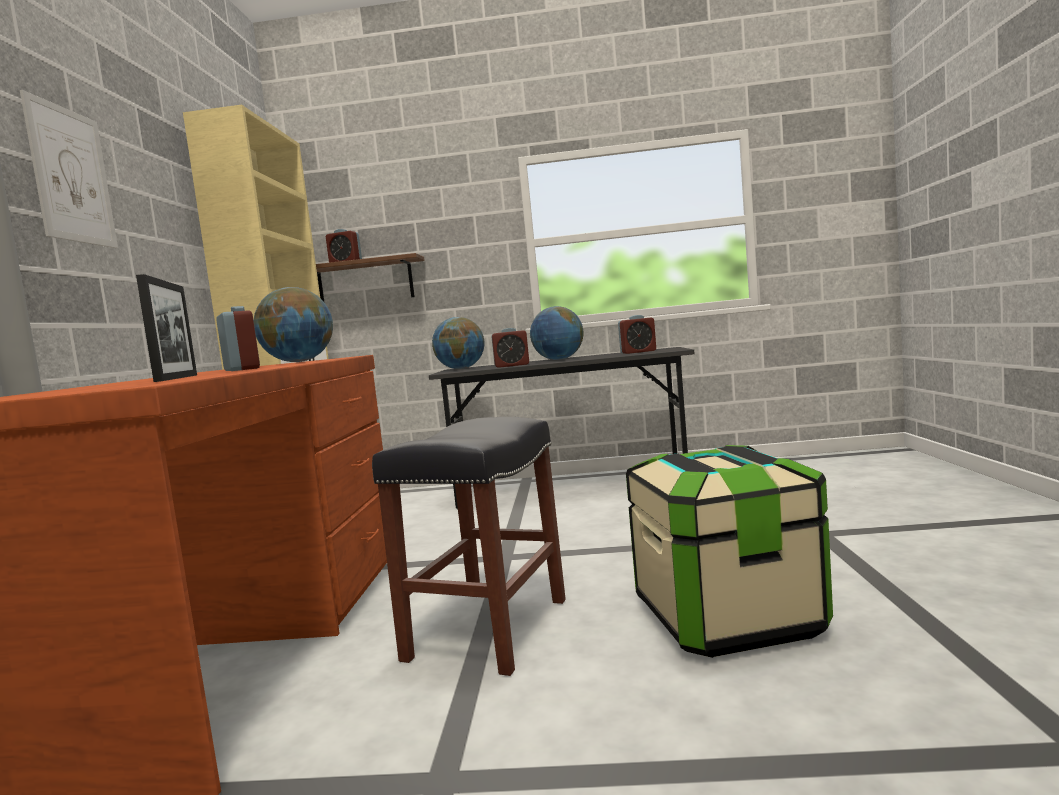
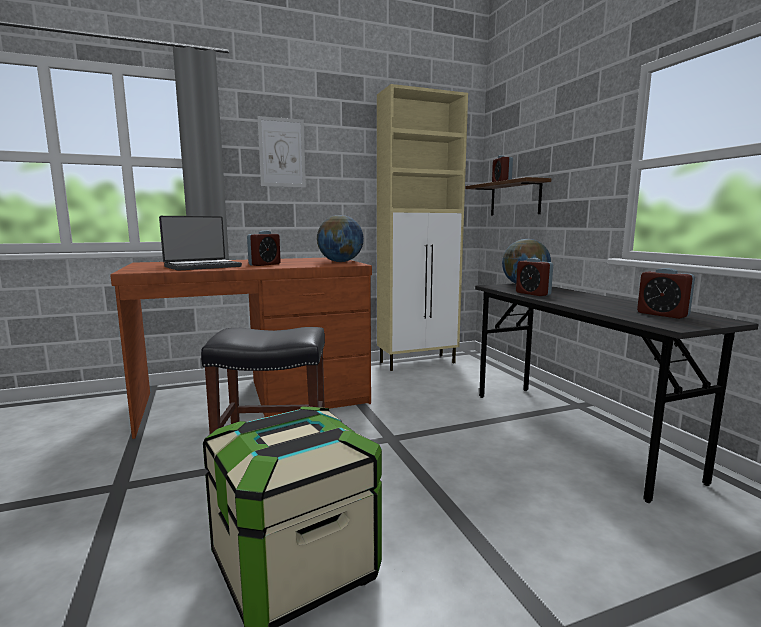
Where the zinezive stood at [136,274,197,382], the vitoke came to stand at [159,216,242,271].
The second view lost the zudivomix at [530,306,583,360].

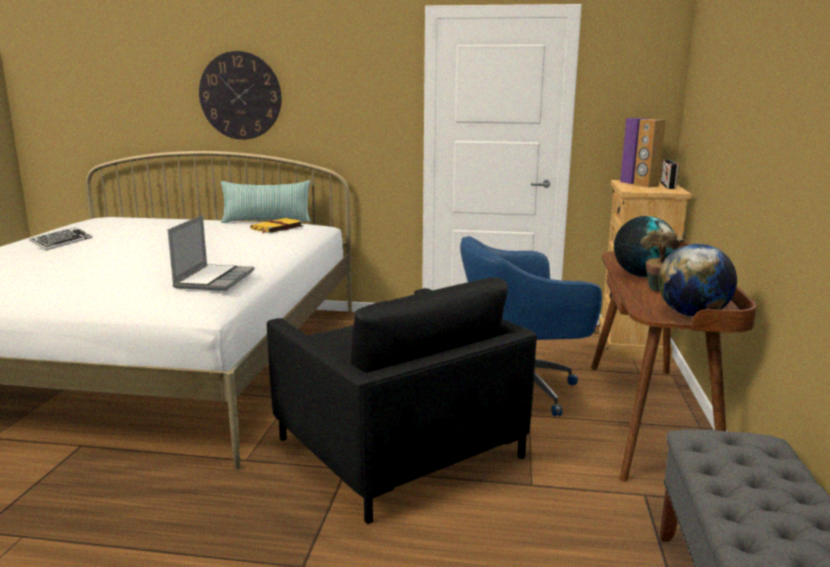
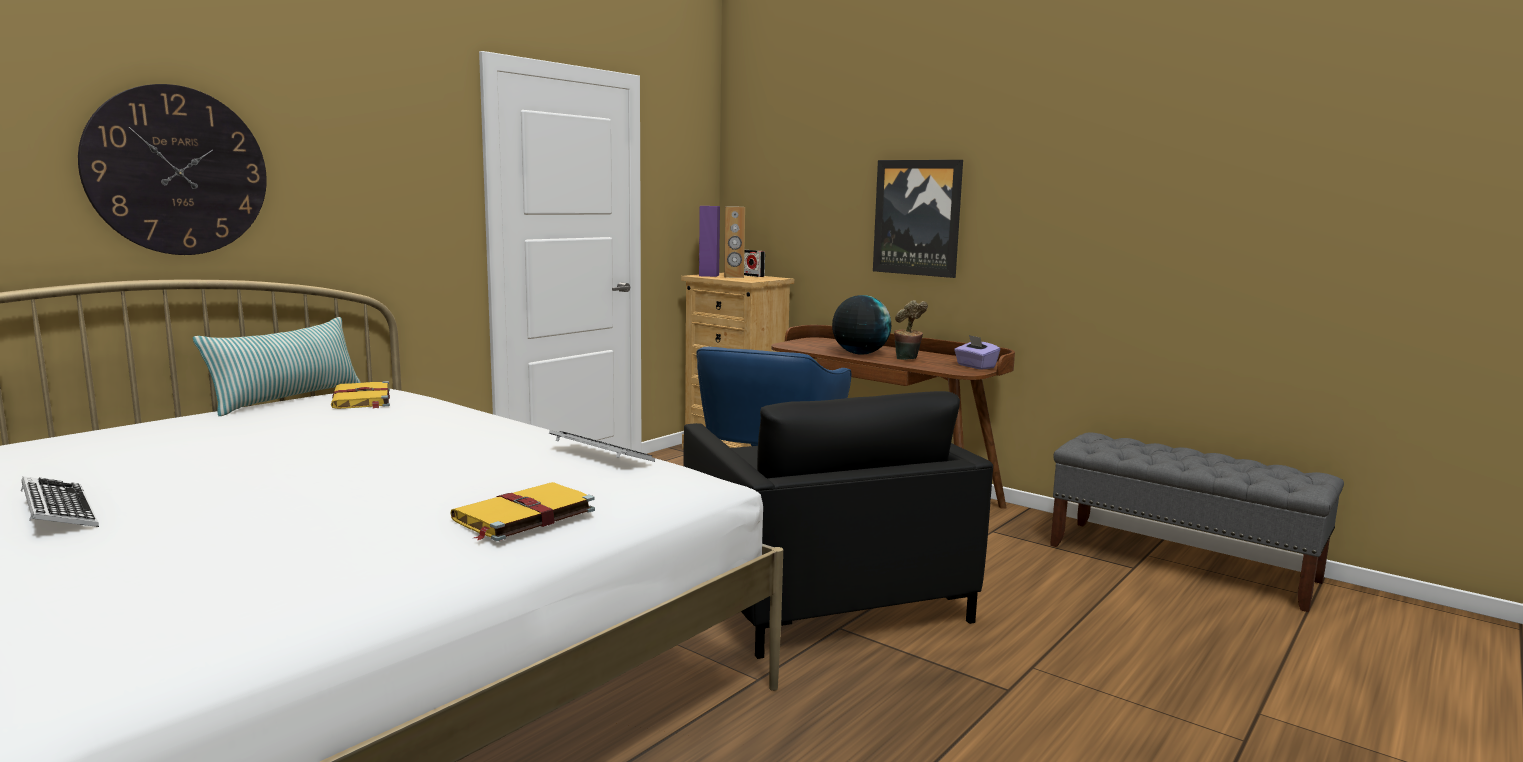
Where the vitoke stood at [167,215,254,291], the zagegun came to stand at [549,430,655,462].
Where the zudivomix stood at [658,244,737,317], the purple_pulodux came to stand at [954,335,1000,370].
The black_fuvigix at [267,277,537,524] ended up facing another way, 75 degrees clockwise from before.
The second view gained the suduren at [873,160,963,278].
The second view gained the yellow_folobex at [450,482,595,541].

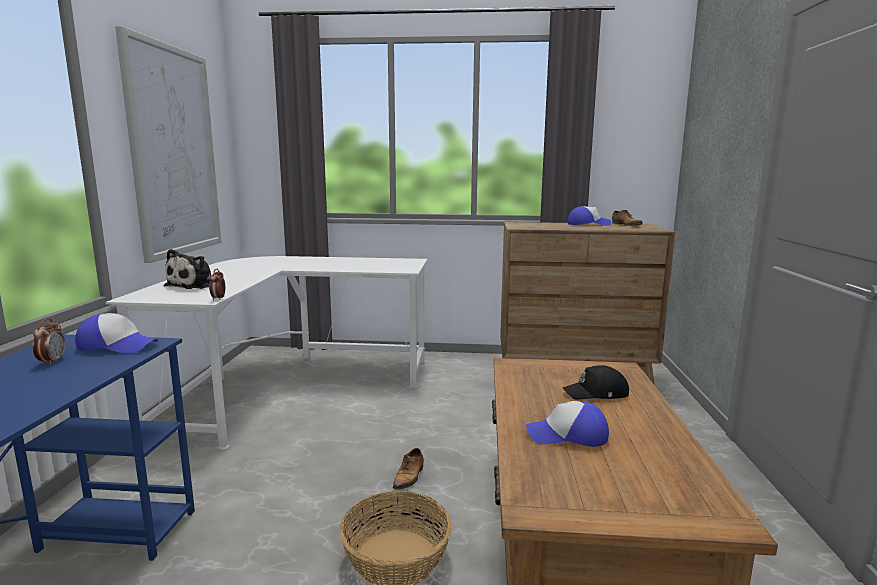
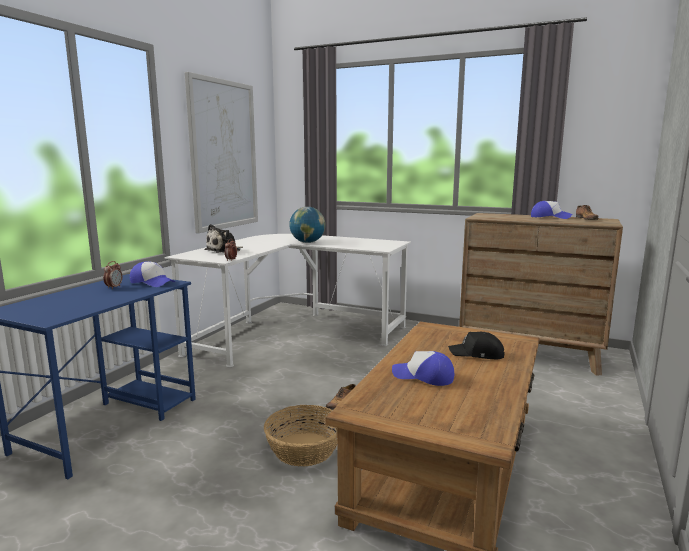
The second view gained the zudivomix at [289,207,326,243].

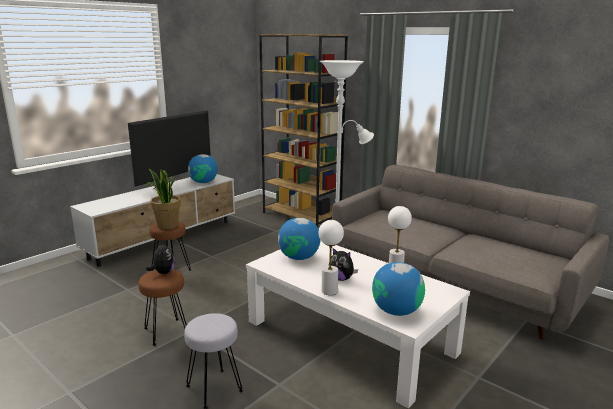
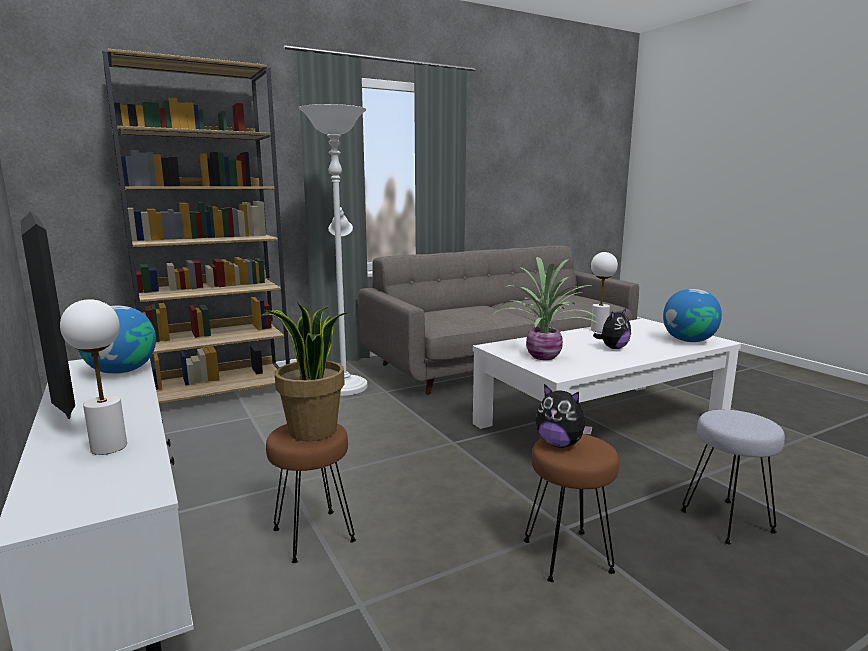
Where the zudivomix stood at [278,218,320,260], the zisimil came to stand at [492,257,600,360].
The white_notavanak ended up elsewhere, having gone from [319,220,344,295] to [60,299,127,455].
The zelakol at [146,242,175,274] ended up facing another way, 150 degrees counterclockwise from before.

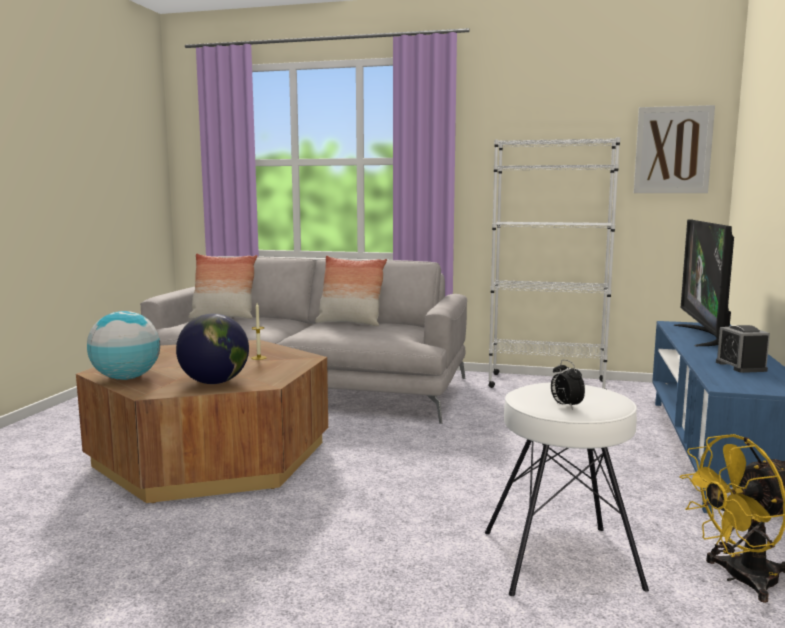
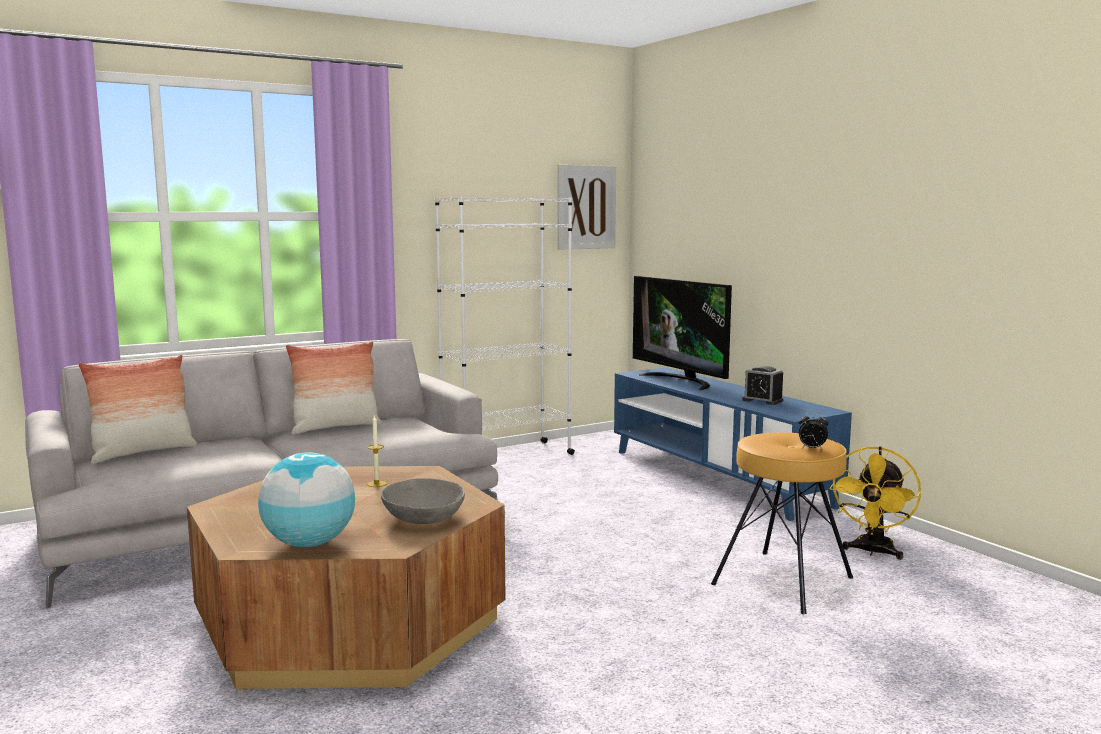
Where the zudivomix stood at [176,314,249,384], the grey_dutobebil came to stand at [381,478,465,524].
What was the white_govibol at [485,383,649,596] turned into the brown_govibol at [711,432,853,614].

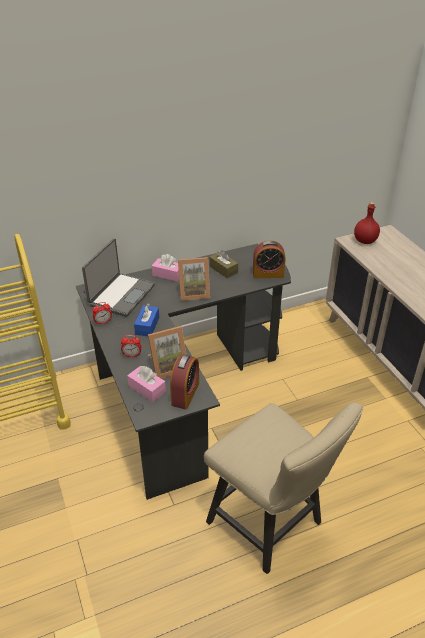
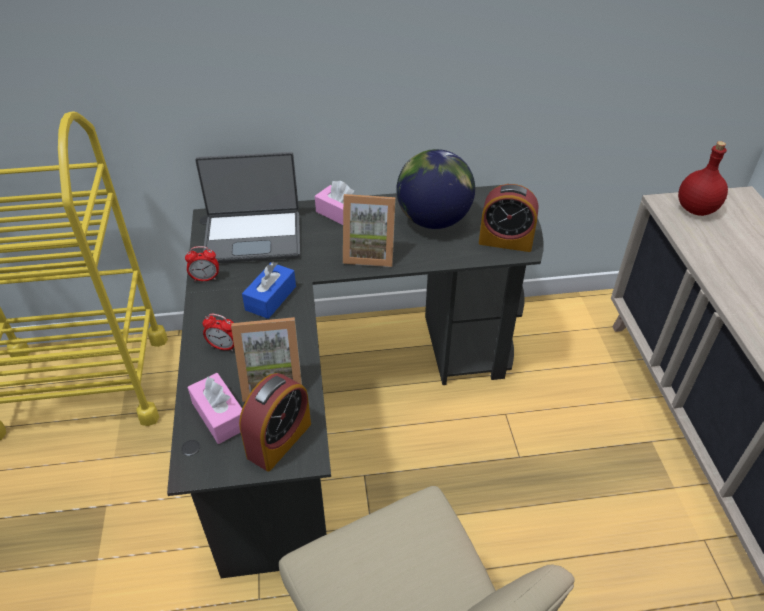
The vitoke at [82,238,155,317] ended up facing another way, 45 degrees clockwise from before.
Where the brown_pulodux stood at [209,250,238,278], the zudivomix came to stand at [396,149,475,229].

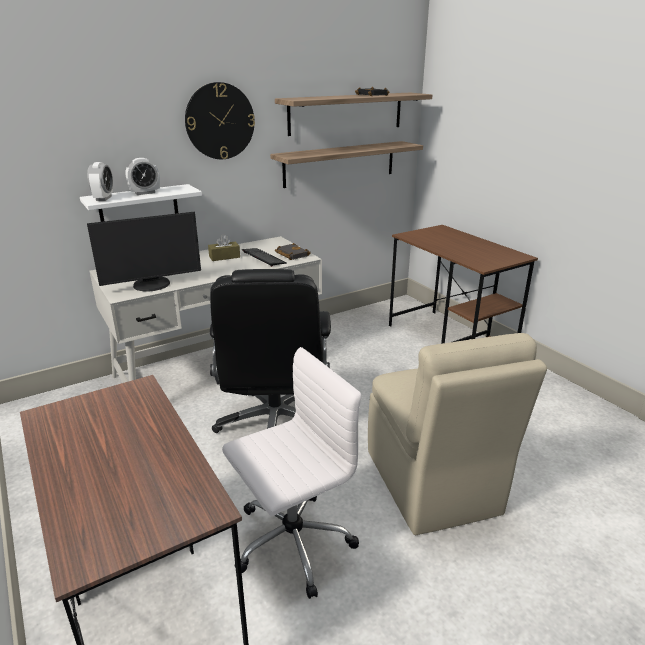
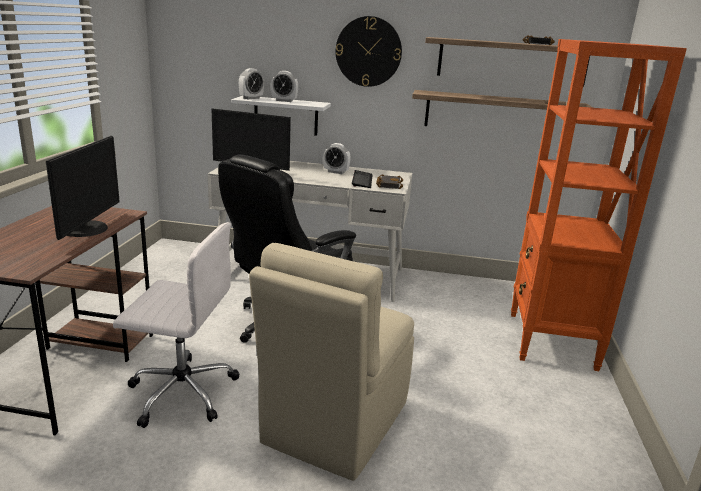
Where the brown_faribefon stood at [389,225,538,344], the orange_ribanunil came to stand at [511,39,687,371].
Where the brown_pulodux stood at [208,234,240,261], the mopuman came to stand at [323,143,350,174].
The second view gained the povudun at [46,136,120,240].

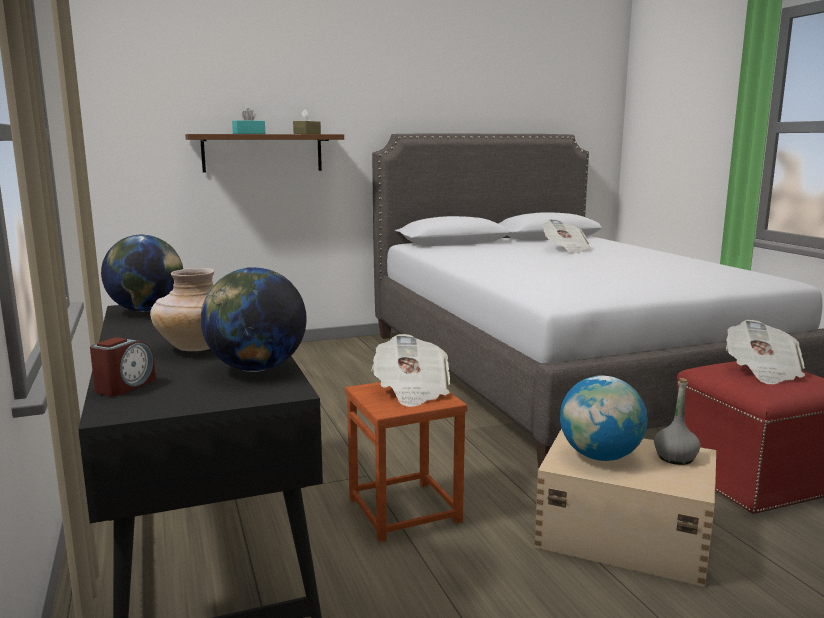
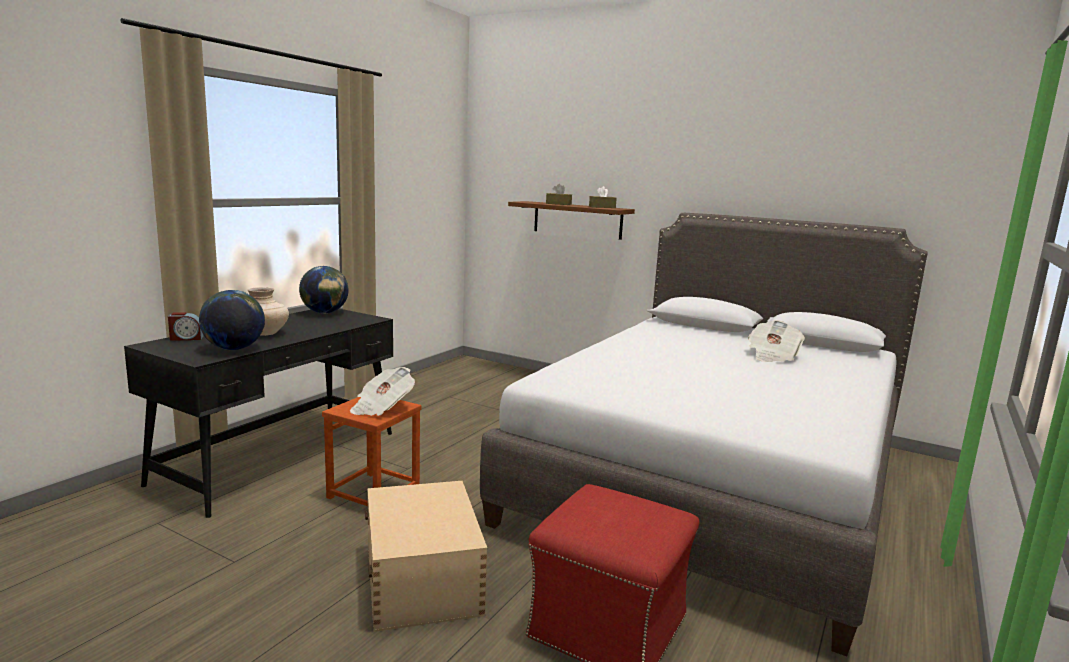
What was the turquoise_pulodux at [232,108,265,134] turned into the brown_pulodux at [546,184,572,205].
The second view lost the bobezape at [726,320,805,384].
The second view lost the zudivomix at [560,376,648,461].
The second view lost the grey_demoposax at [654,378,701,465].

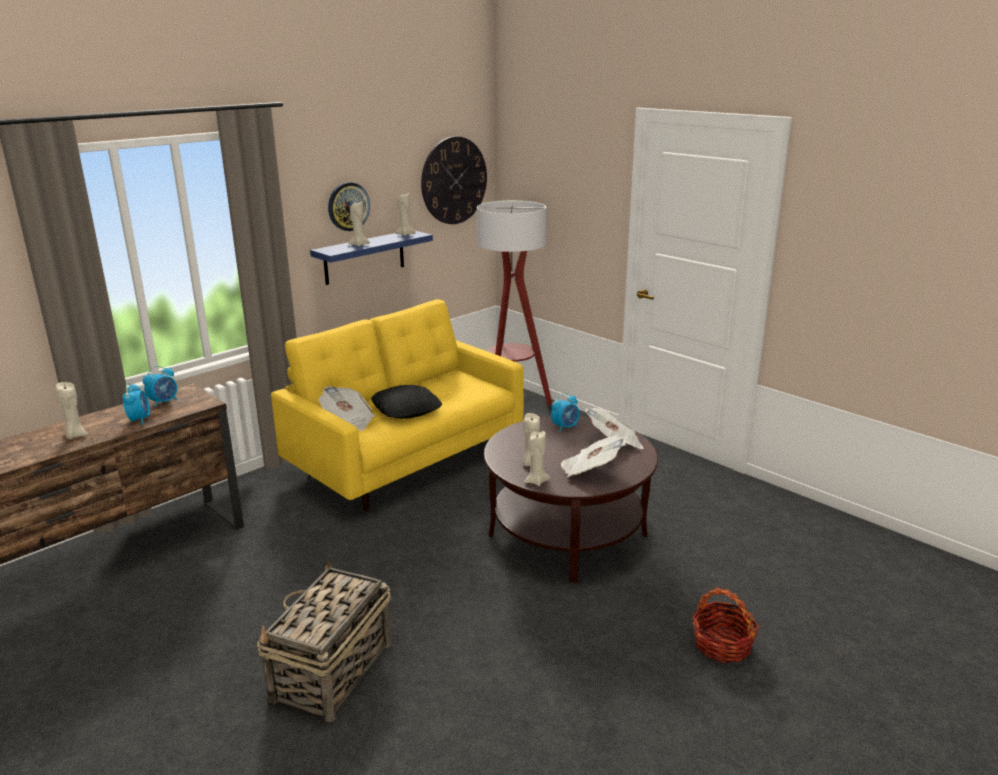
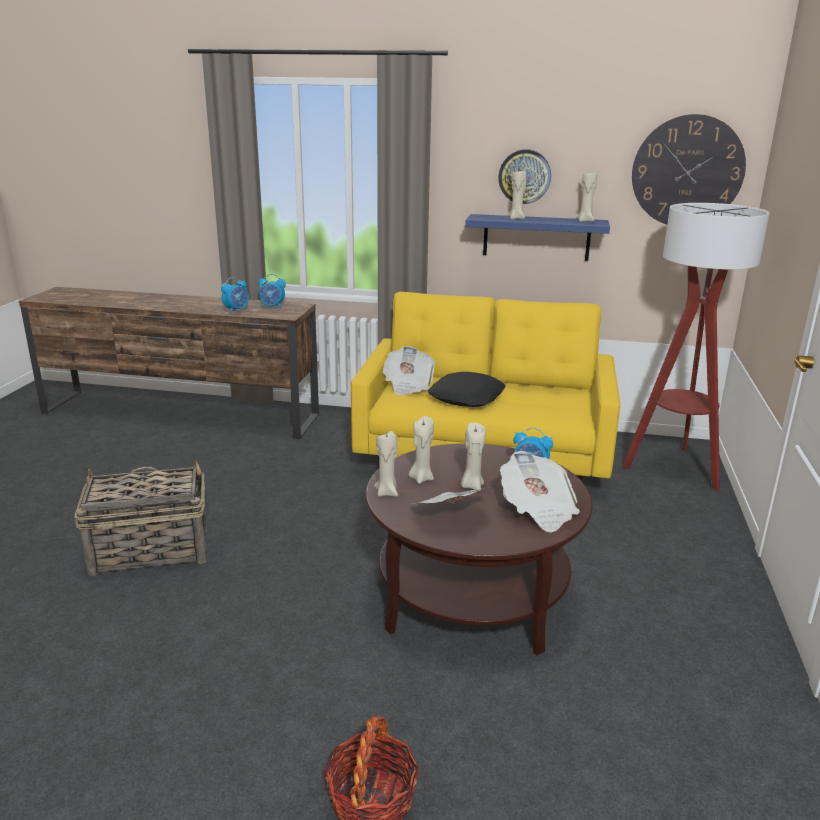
The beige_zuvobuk ended up elsewhere, having gone from [56,382,88,439] to [461,422,486,491].

